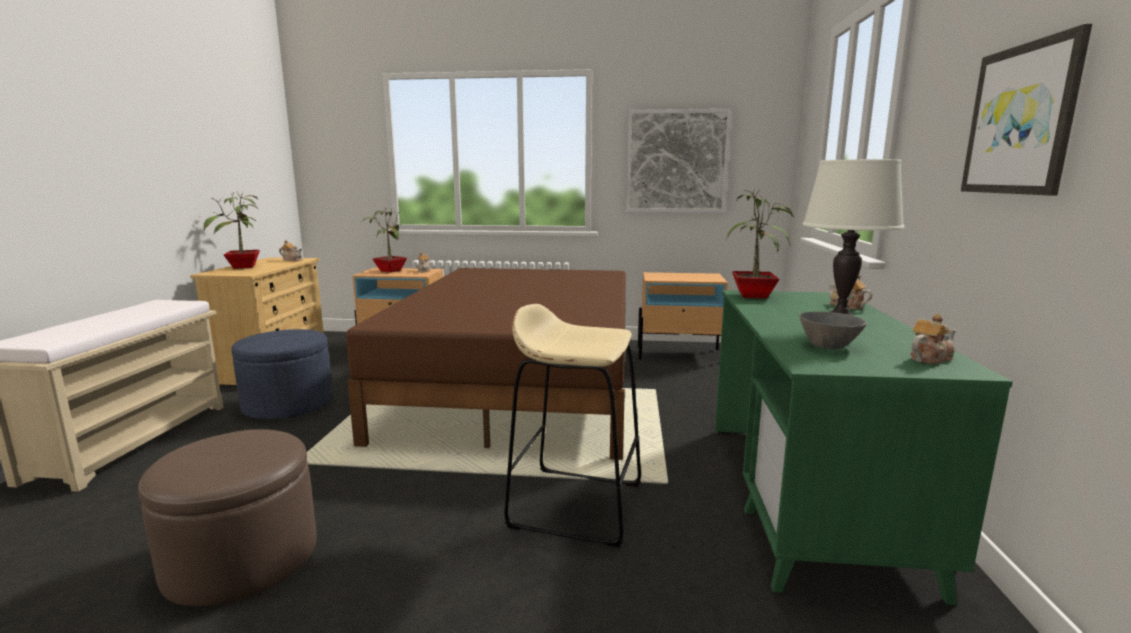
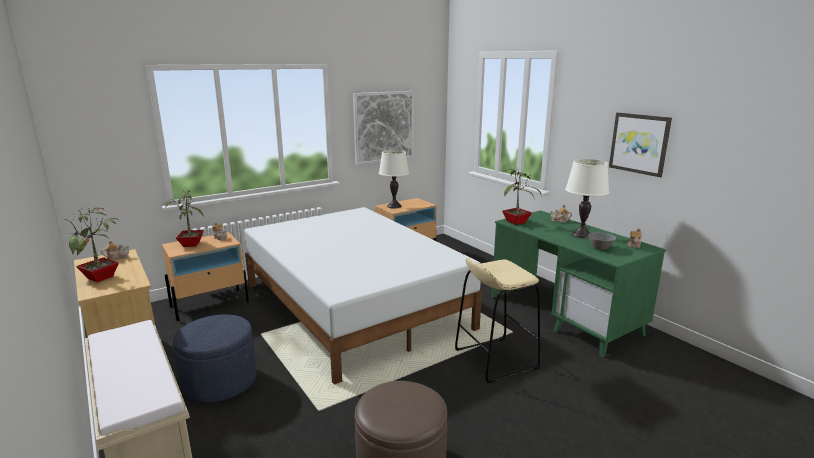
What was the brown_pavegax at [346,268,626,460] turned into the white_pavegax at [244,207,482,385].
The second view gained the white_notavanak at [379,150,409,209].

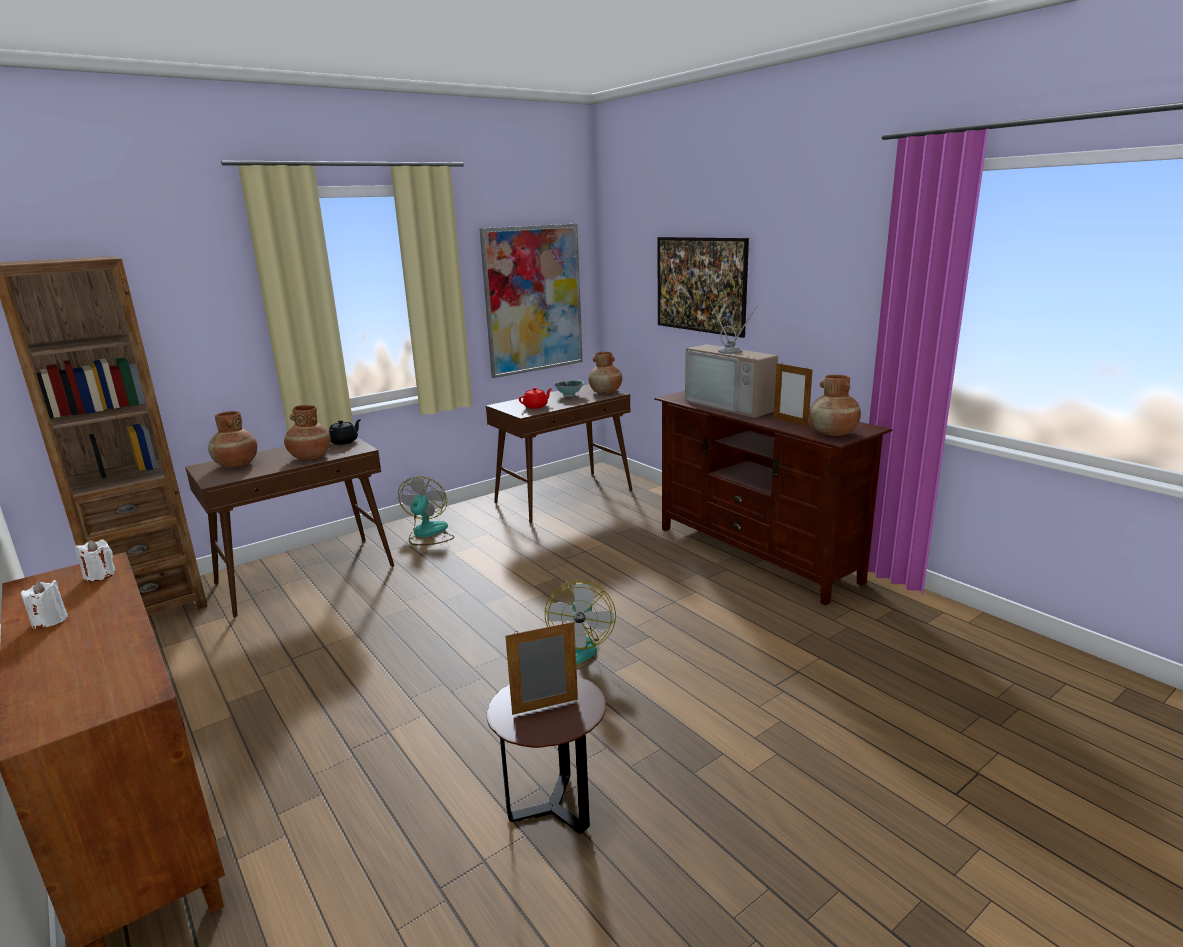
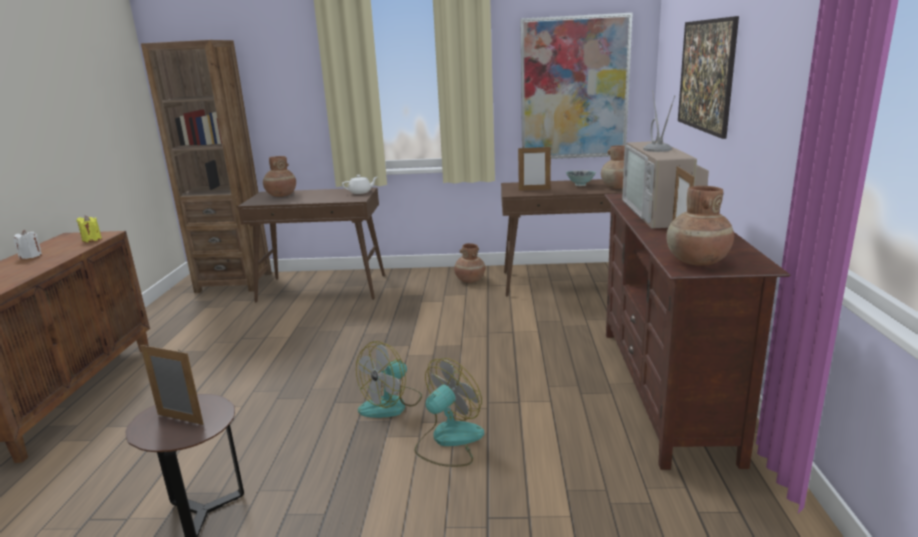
Where the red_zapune stood at [519,387,552,409], the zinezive came to stand at [518,147,551,191].
The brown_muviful ended up elsewhere, having gone from [284,405,331,461] to [454,243,485,283].
What was the black_zapune at [329,419,361,445] turned into the white_zapune at [342,175,377,194].
The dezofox ended up elsewhere, having gone from [398,477,454,546] to [414,358,484,467].
What was the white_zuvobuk at [75,540,116,581] turned into the yellow_zuvobuk at [77,216,102,242].

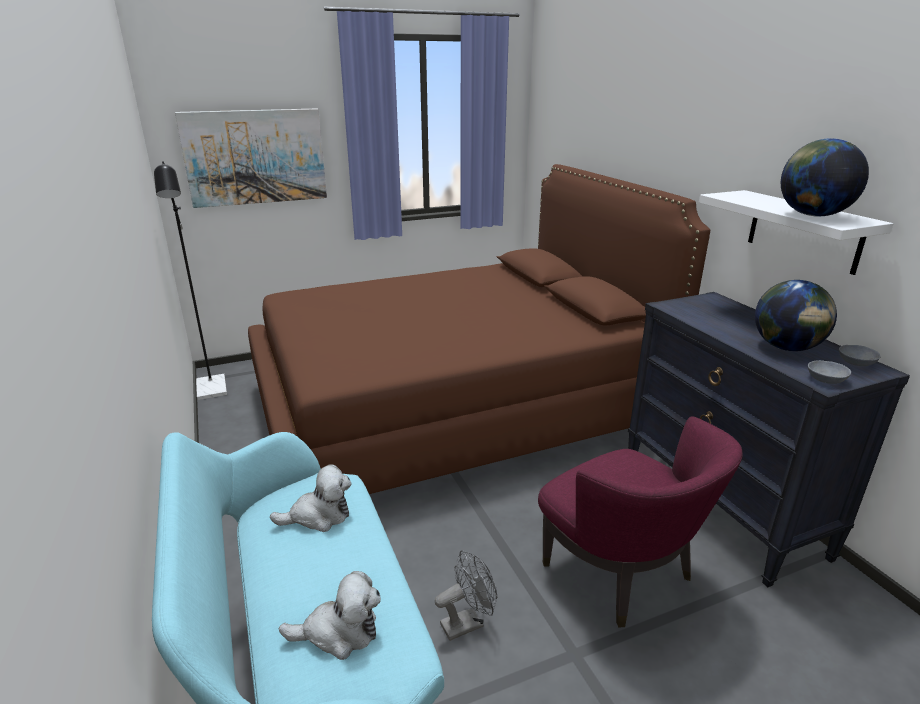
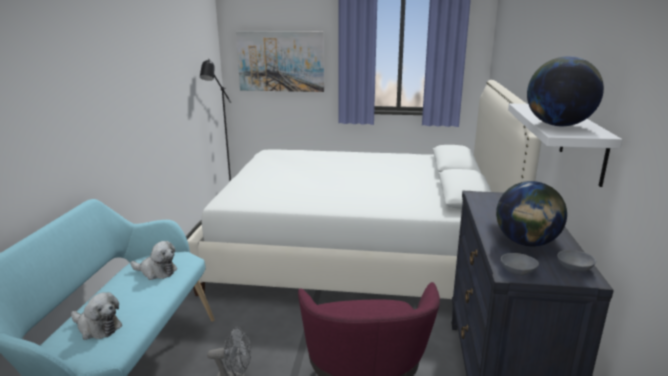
What was the brown_pavegax at [248,164,710,494] turned into the white_pavegax at [187,80,542,299].

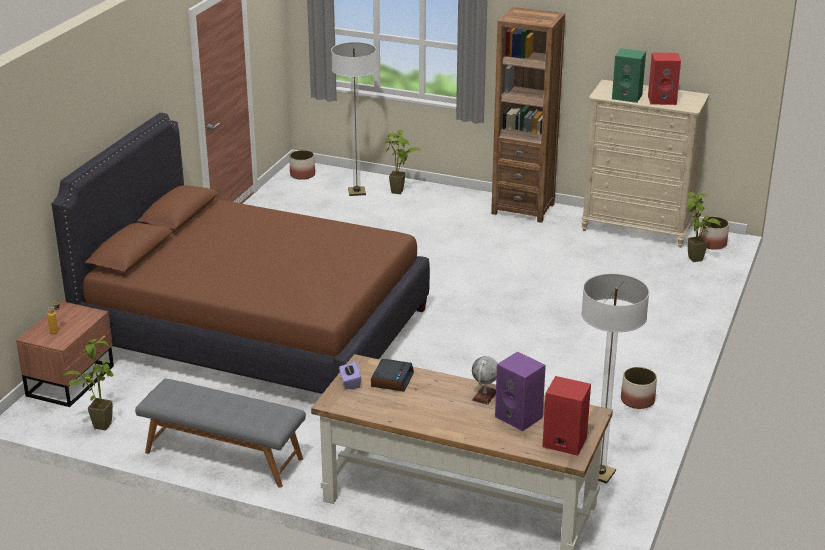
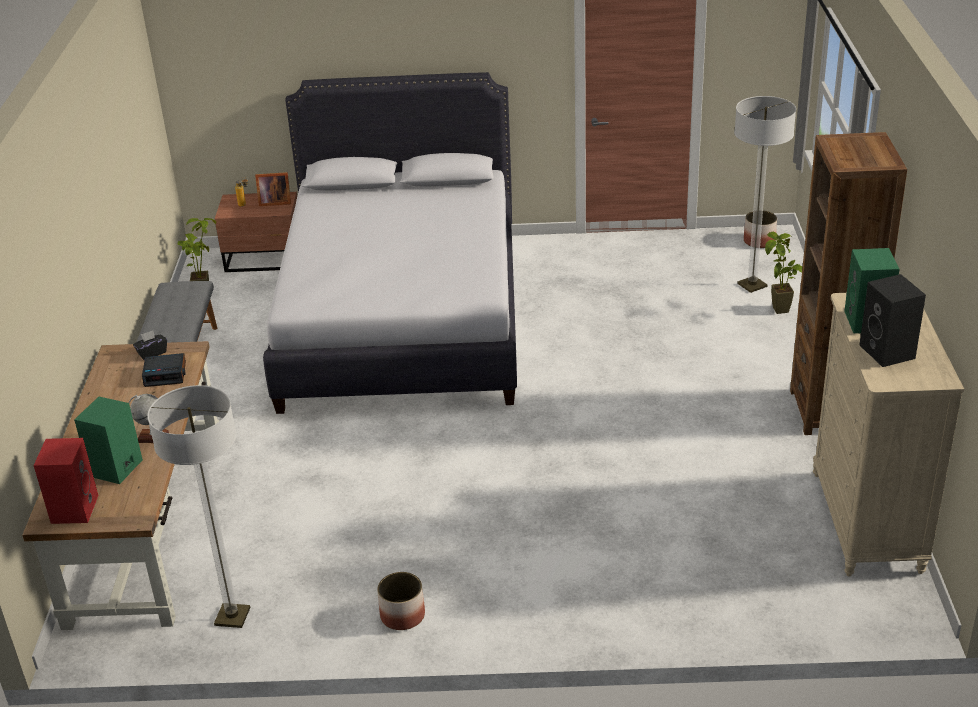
What was the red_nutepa at [648,53,681,105] turned into the black_nutepa at [859,274,926,367].
What was the brown_pavegax at [52,113,430,394] turned into the white_pavegax at [263,72,517,414].
The second view lost the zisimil at [687,192,721,262].
The second view lost the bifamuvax at [699,216,729,250].
What was the purple_nutepa at [495,351,546,431] turned into the green_nutepa at [74,397,143,484].
What was the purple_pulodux at [339,361,361,389] turned into the black_pulodux at [133,331,167,360].
The second view gained the zinezive at [255,172,291,206].

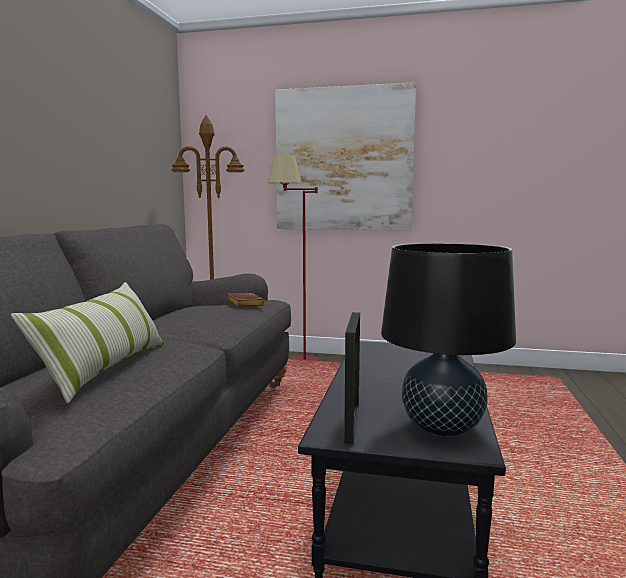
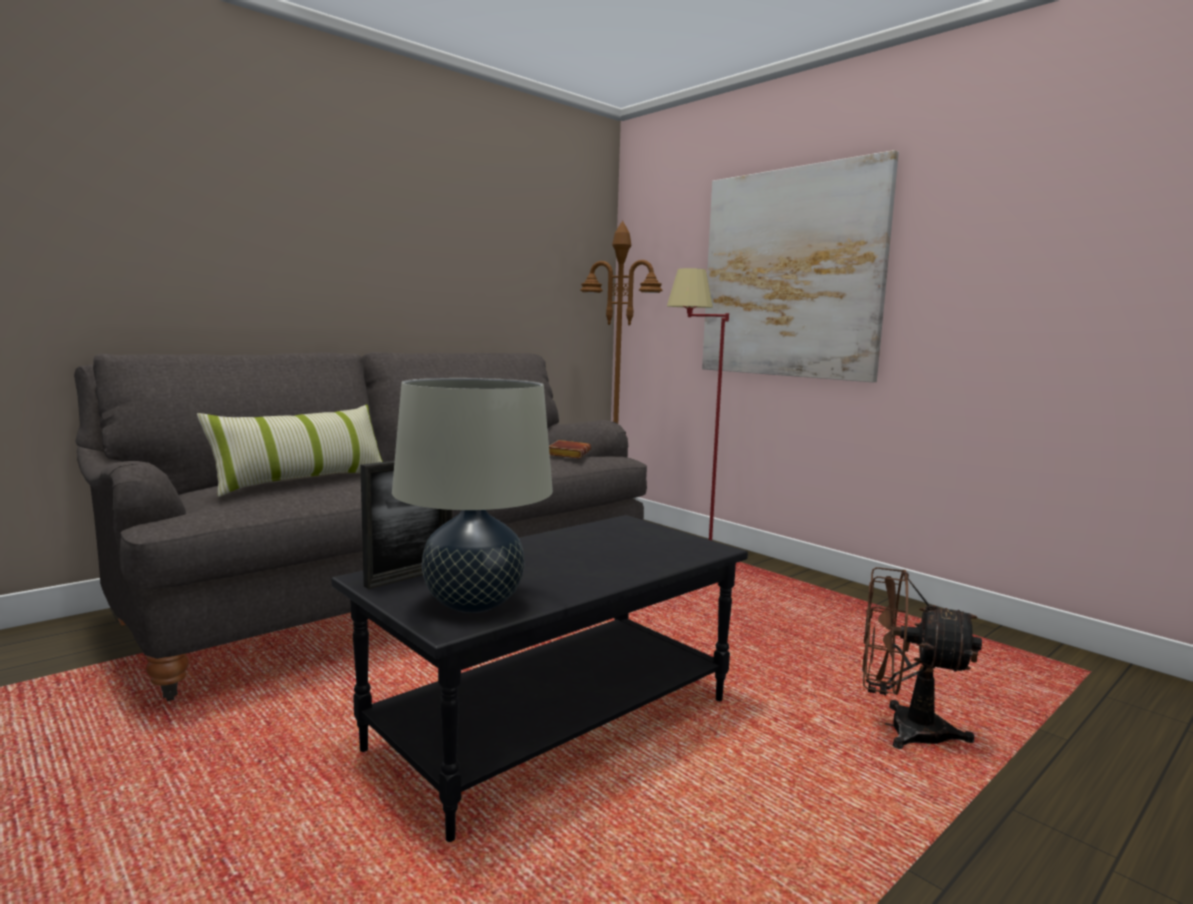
What was the black_notavanak at [381,243,516,437] turned into the beige_notavanak at [392,378,553,613].
The second view gained the brown_dezofox at [862,567,982,749].

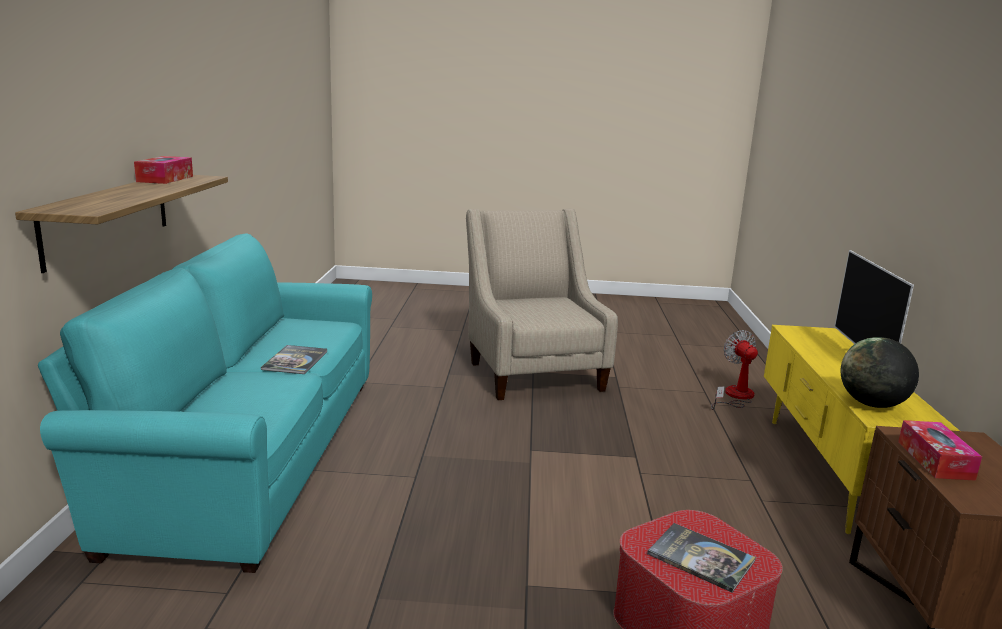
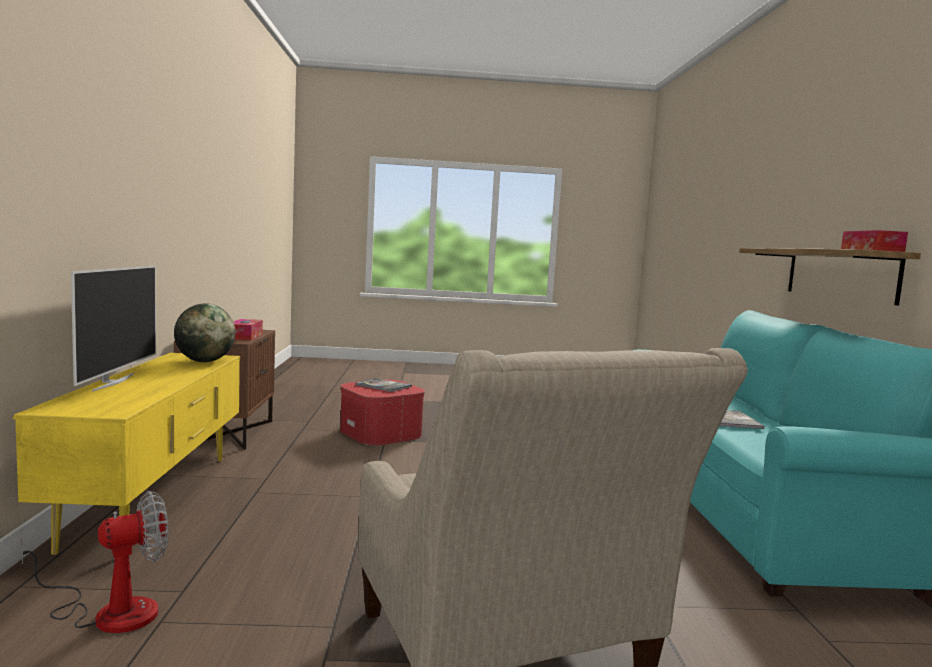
The dezofox at [711,330,758,410] ended up facing another way, 105 degrees counterclockwise from before.

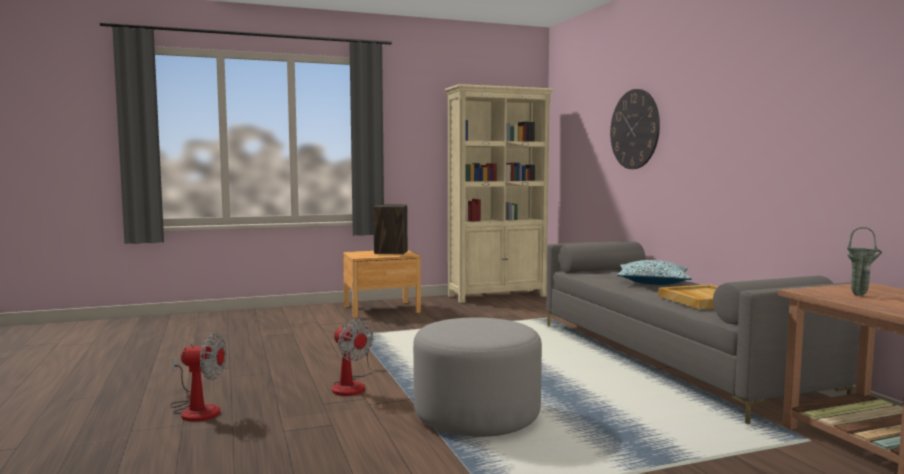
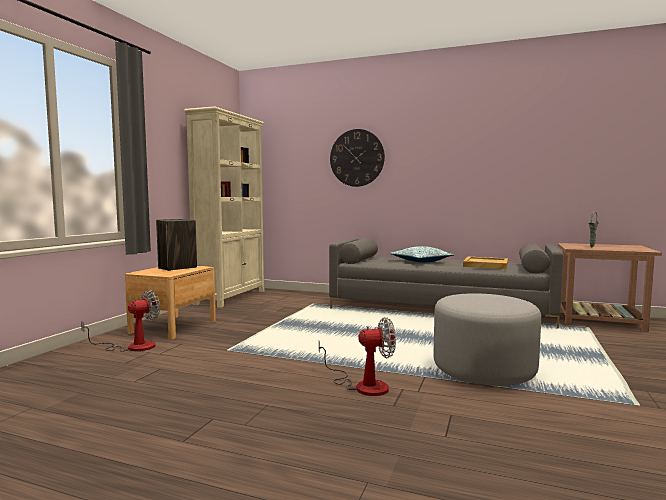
The dezofox ended up elsewhere, having gone from [170,333,227,422] to [81,290,160,352].

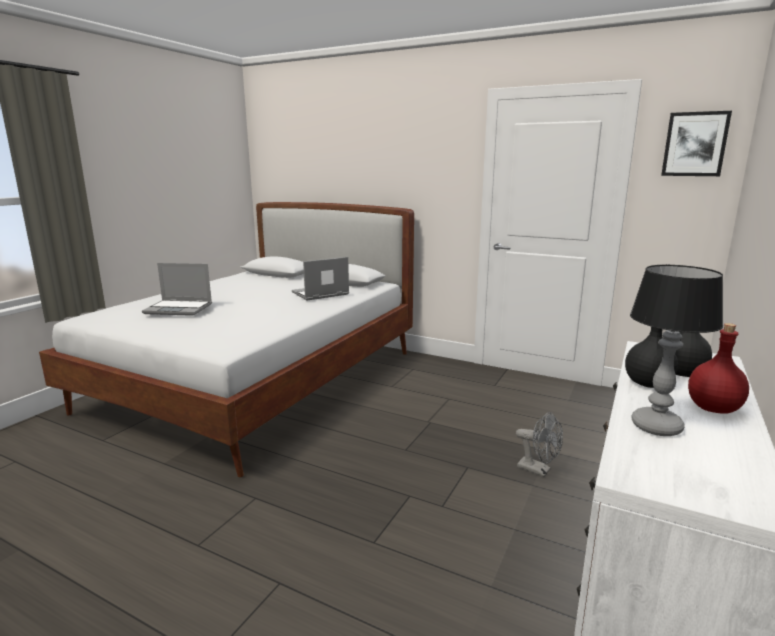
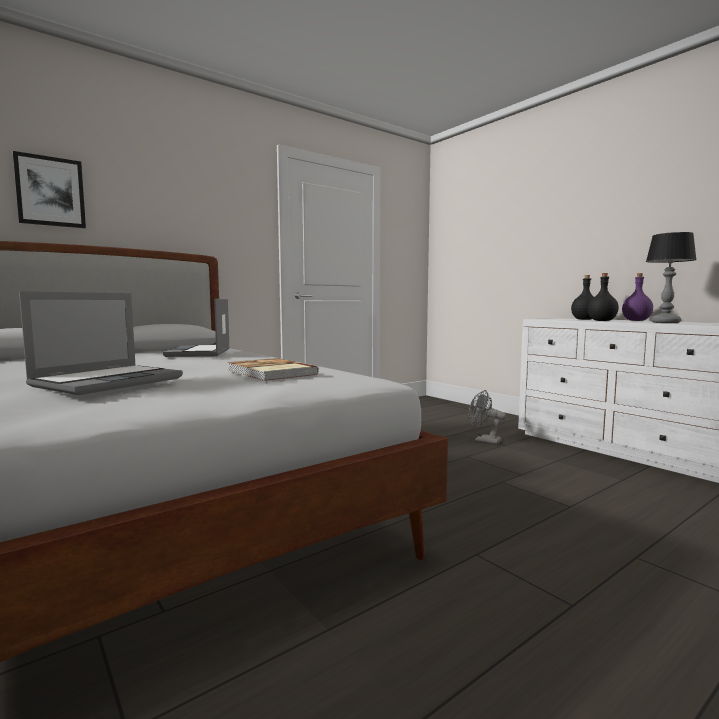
The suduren ended up elsewhere, having gone from [661,111,732,176] to [13,151,86,228].
What was the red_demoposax at [688,323,749,414] turned into the purple_demoposax at [622,273,653,321].
The grey_dezofox at [516,412,563,477] ended up facing another way, 120 degrees counterclockwise from before.
The second view gained the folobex at [227,358,319,381].

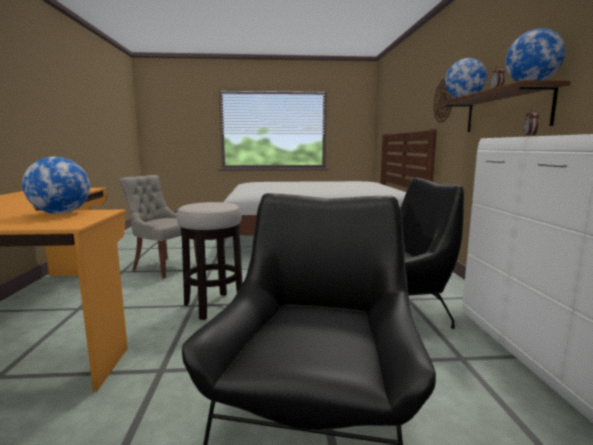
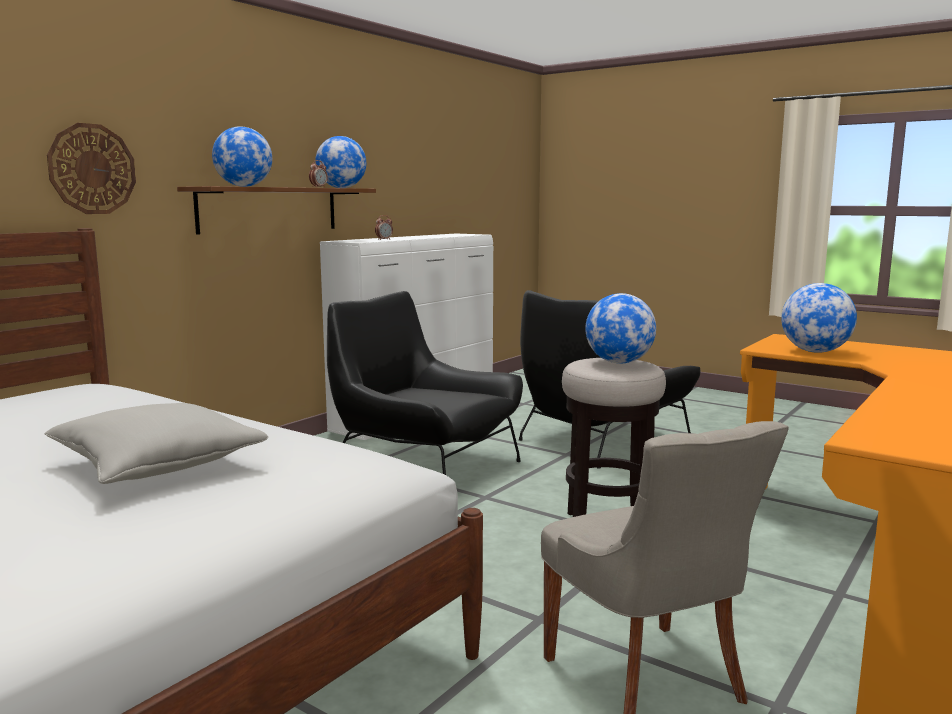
The second view gained the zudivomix at [585,293,656,364].
The second view gained the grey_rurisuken at [44,403,268,484].

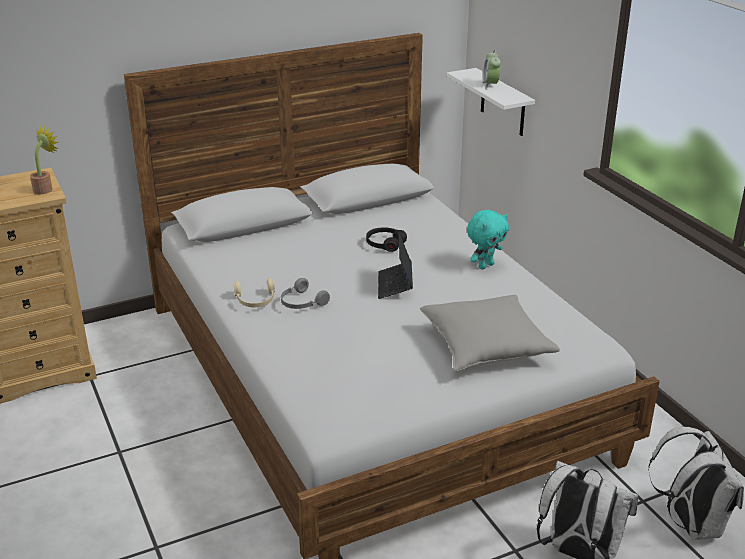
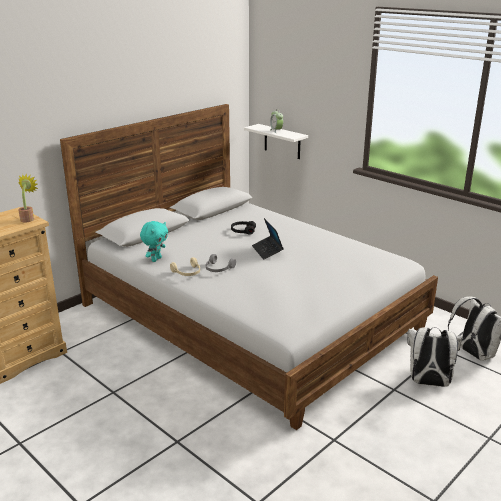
The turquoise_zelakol ended up elsewhere, having gone from [467,210,509,270] to [140,221,168,262].
The second view lost the grey_rurisuken at [420,295,560,372].

